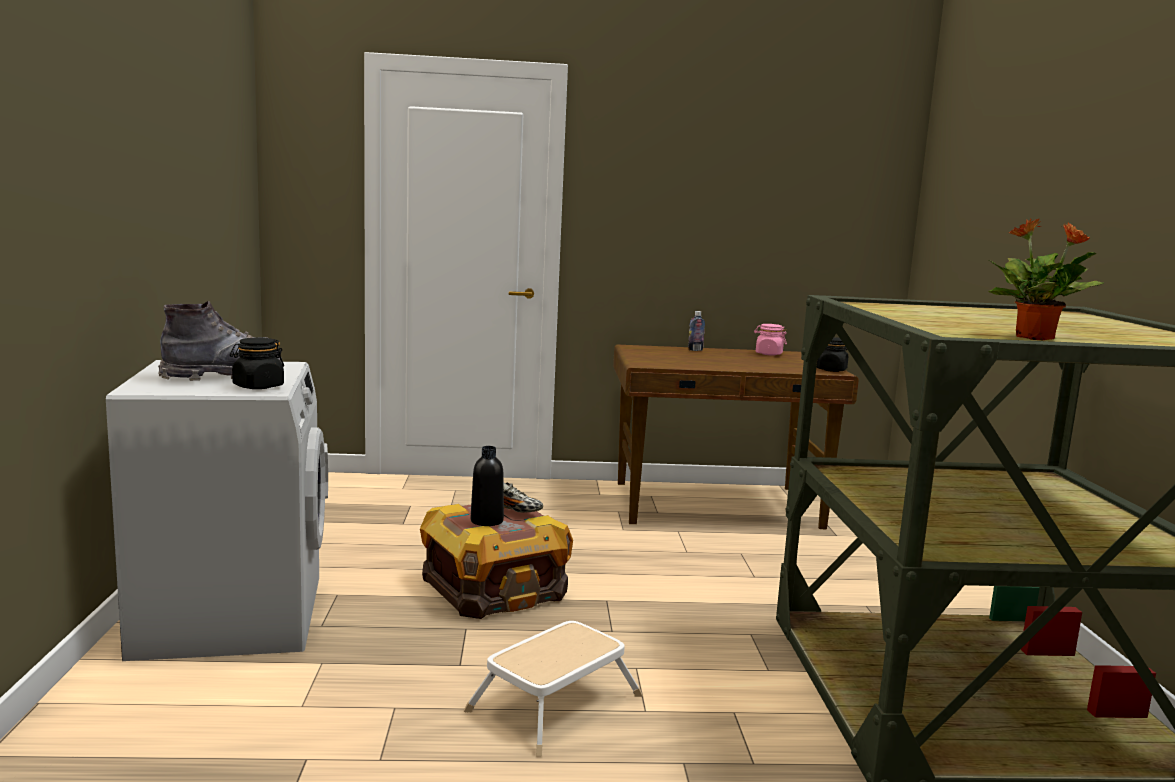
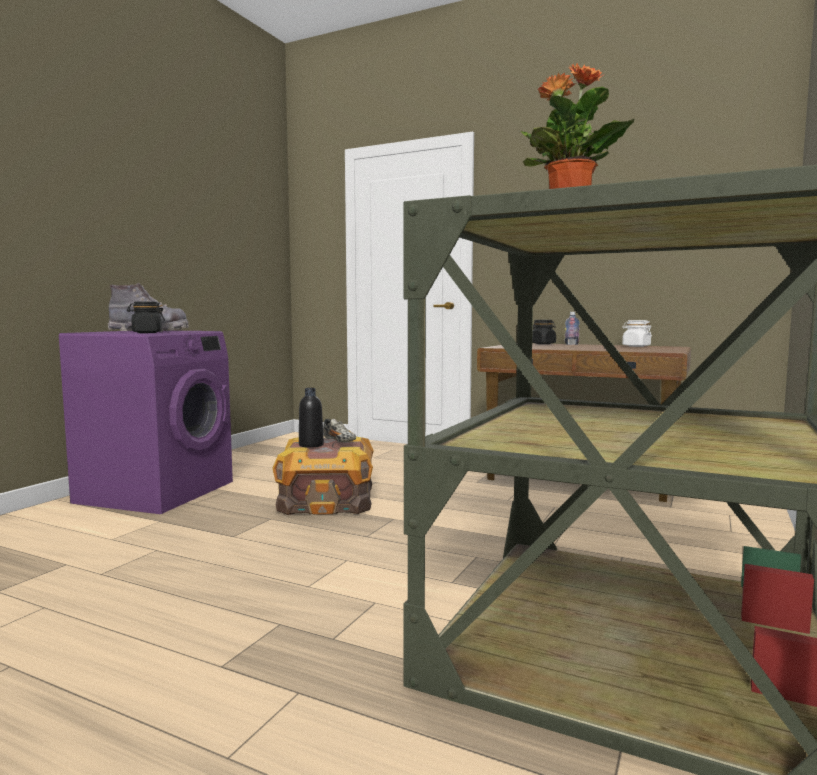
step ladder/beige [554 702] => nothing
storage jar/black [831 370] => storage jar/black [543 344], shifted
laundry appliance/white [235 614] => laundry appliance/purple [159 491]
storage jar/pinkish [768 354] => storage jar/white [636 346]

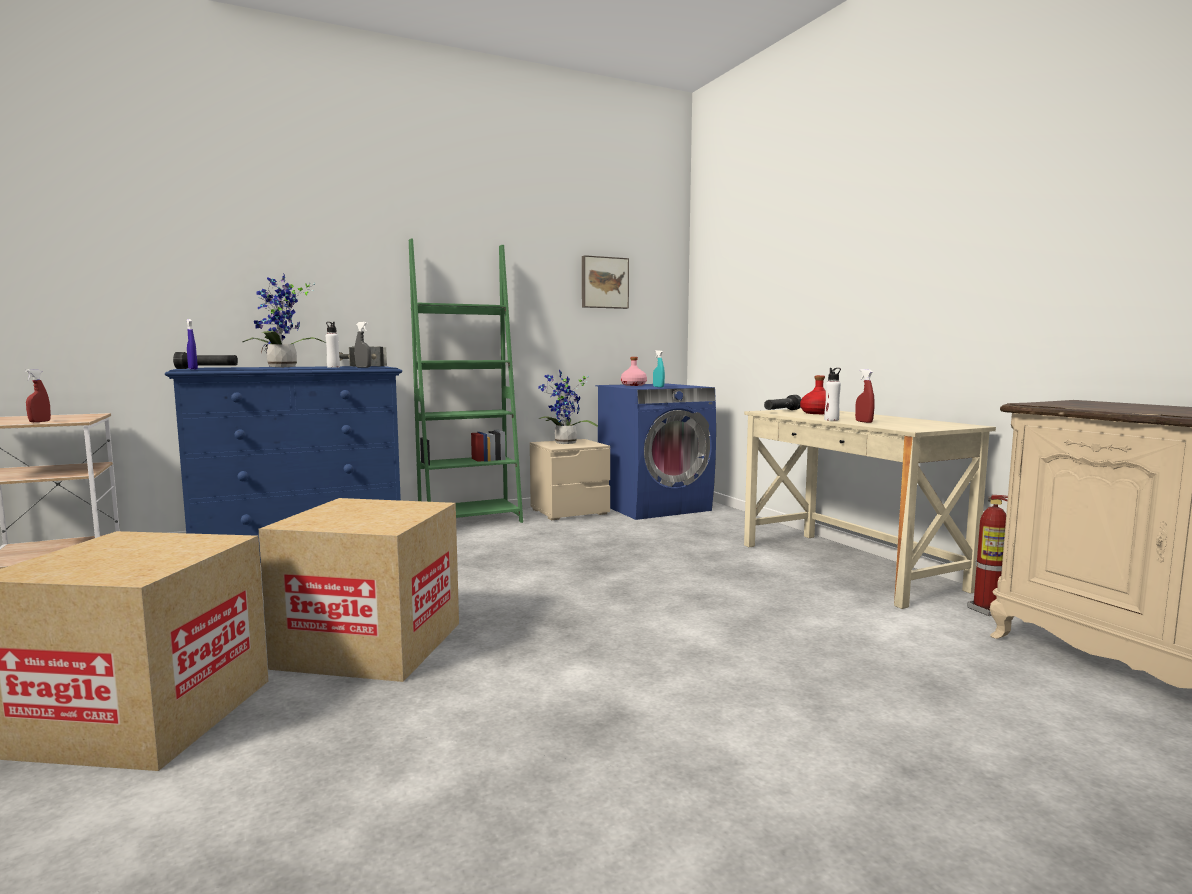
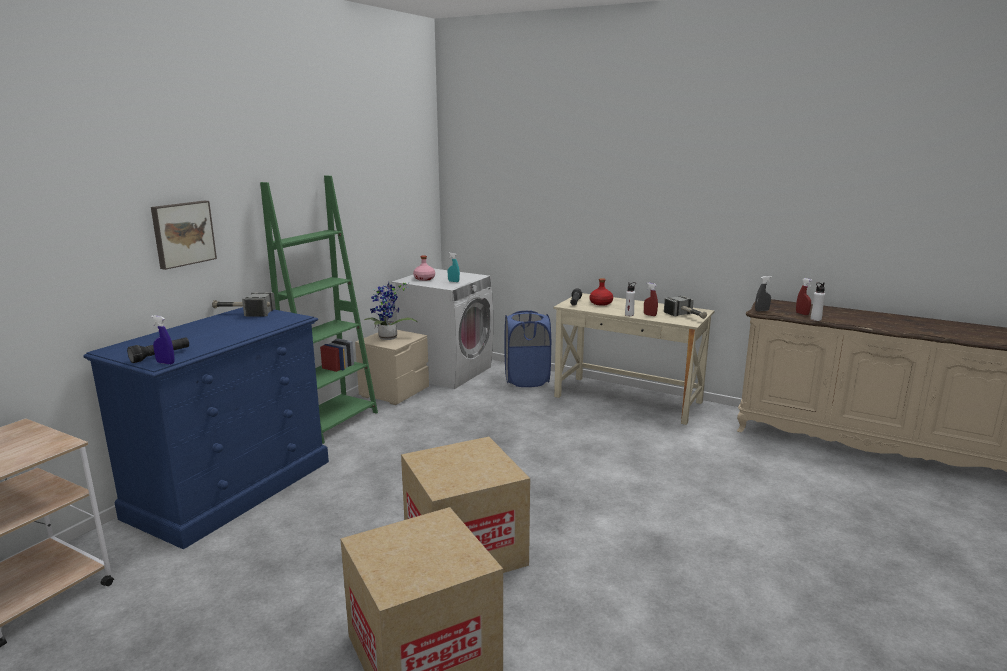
houseplant [283 367] => nothing
extinguisher [987 610] => nothing
nothing => laundry basket/bluish [527 380]
nothing => tool hammer [687 317]
hand sprayer/reddish [39 421] => hand sprayer/reddish [802 314], shifted
beverage bottle/white [333 367] => beverage bottle/white [815 319], shifted
hand sprayer/gray [363 367] => hand sprayer/gray [762 310], shifted
picture [604 282] => picture [182 233], shifted
laundry appliance/bluish [653 506] => laundry appliance/white [445 371]

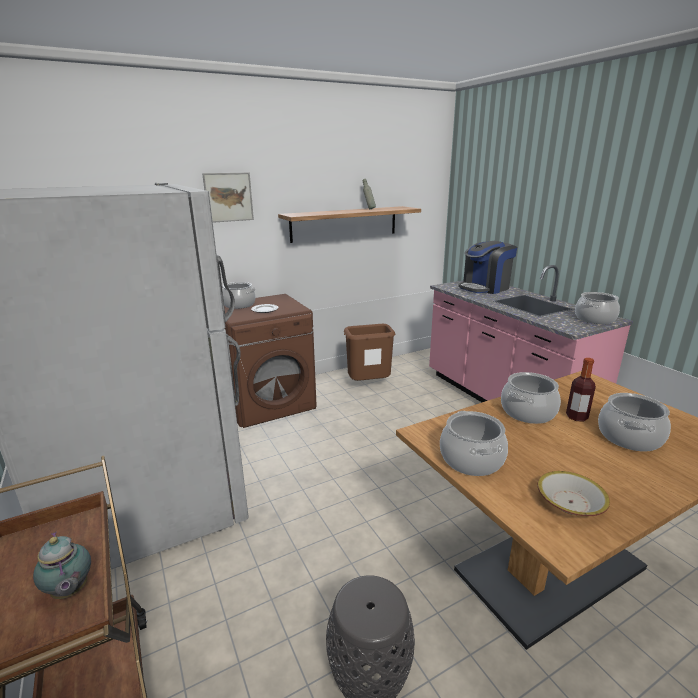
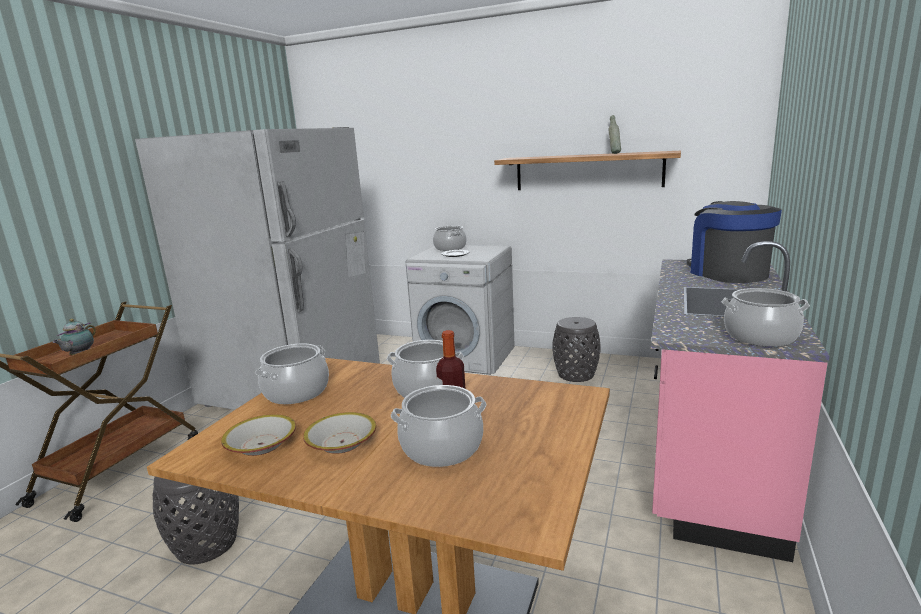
picture [228 197] => nothing
nothing => serving bowl [342 443]
waste bin/brownish [369 385] => stool/gray [576 374]
laundry appliance/brownish [270 403] => laundry appliance/white [465 357]
coffee machine [485 288] => coffee machine [727 273], 60 degrees clockwise

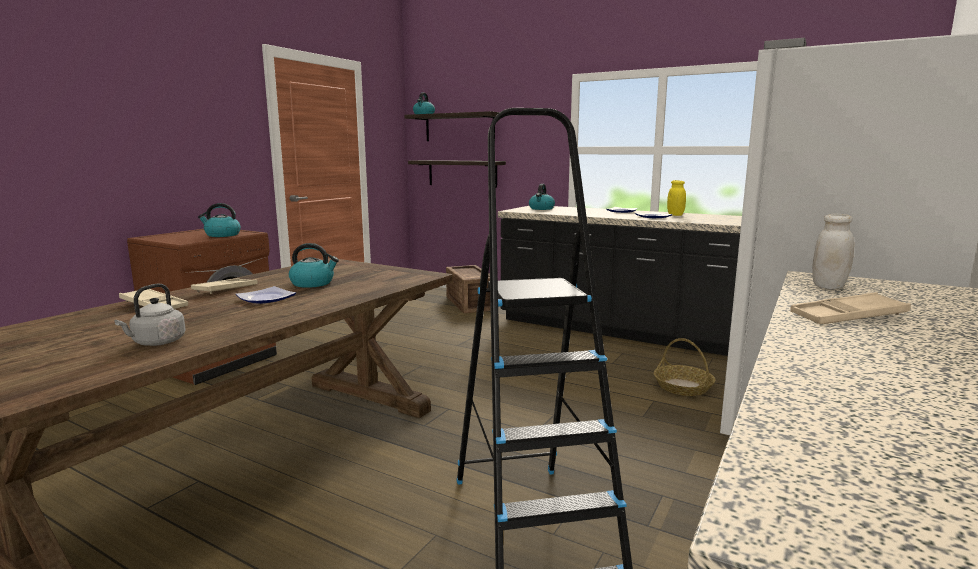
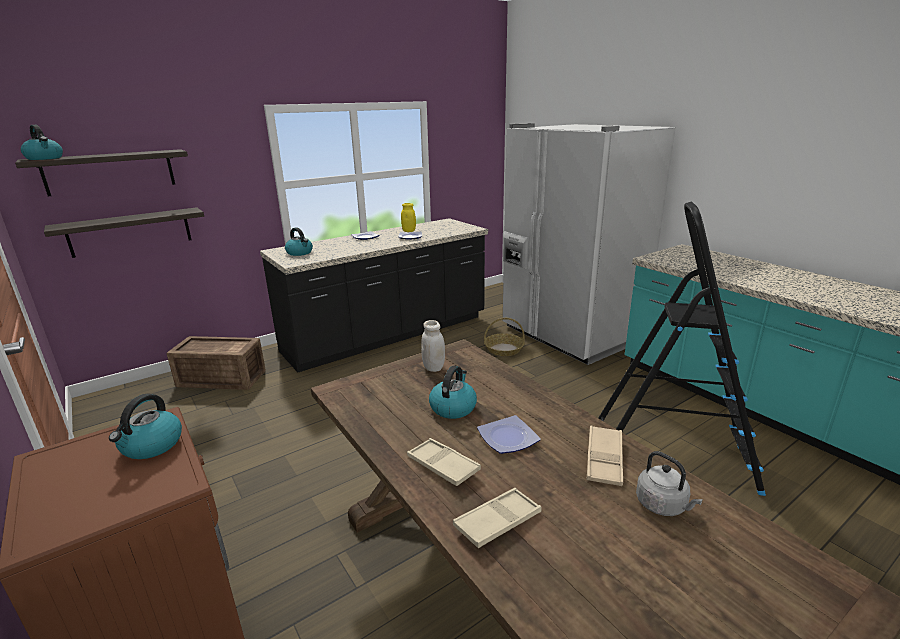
carrying tray/beige [847 316] => carrying tray/beige [604 459], shifted
storage jar/white [829 286] => storage jar/white [433 367], shifted

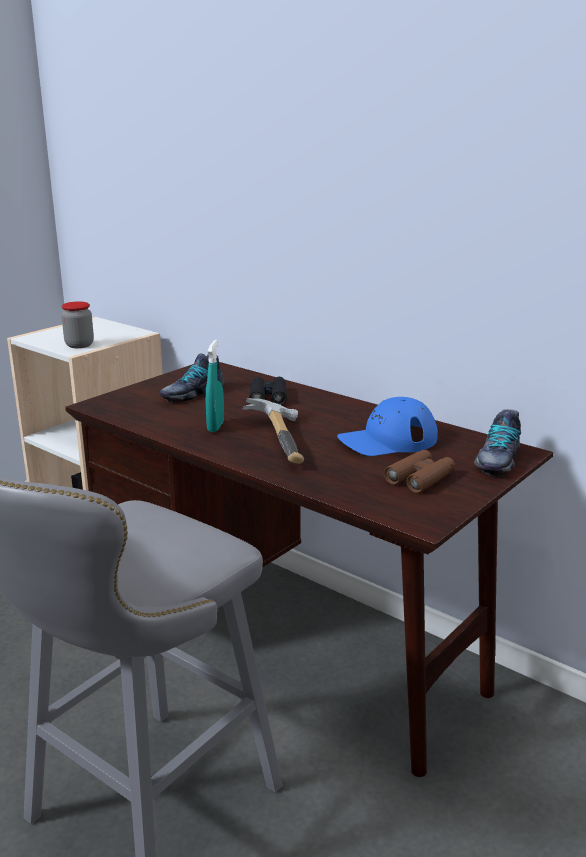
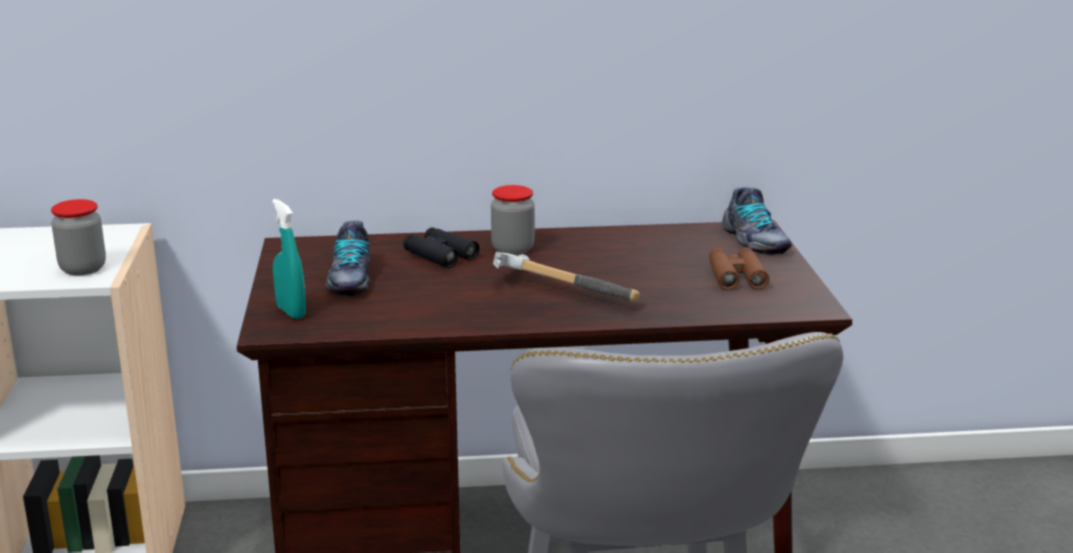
baseball cap/bluish [387 440] => nothing
nothing => storage jar [513 249]
hand sprayer/blue-green [215 426] => hand sprayer/blue-green [291 312], shifted

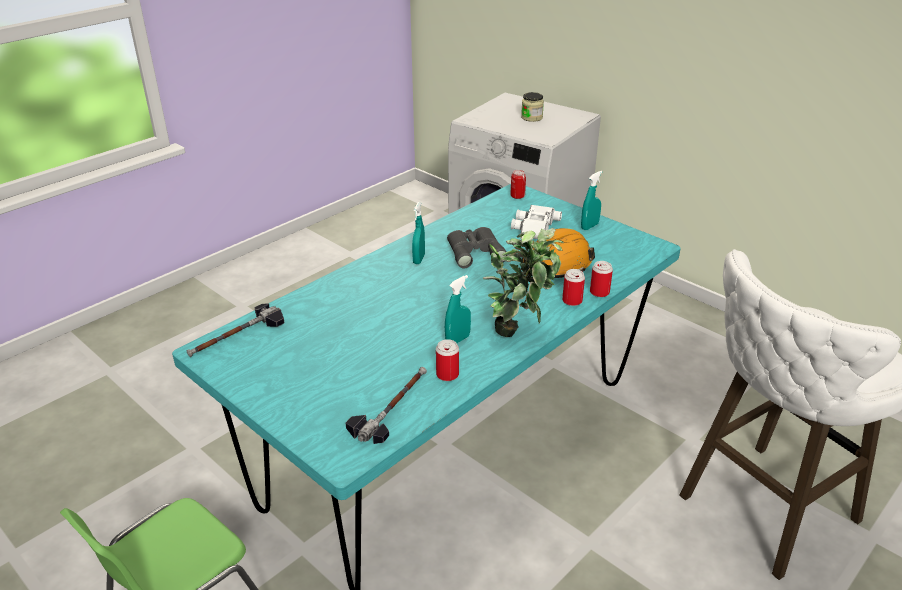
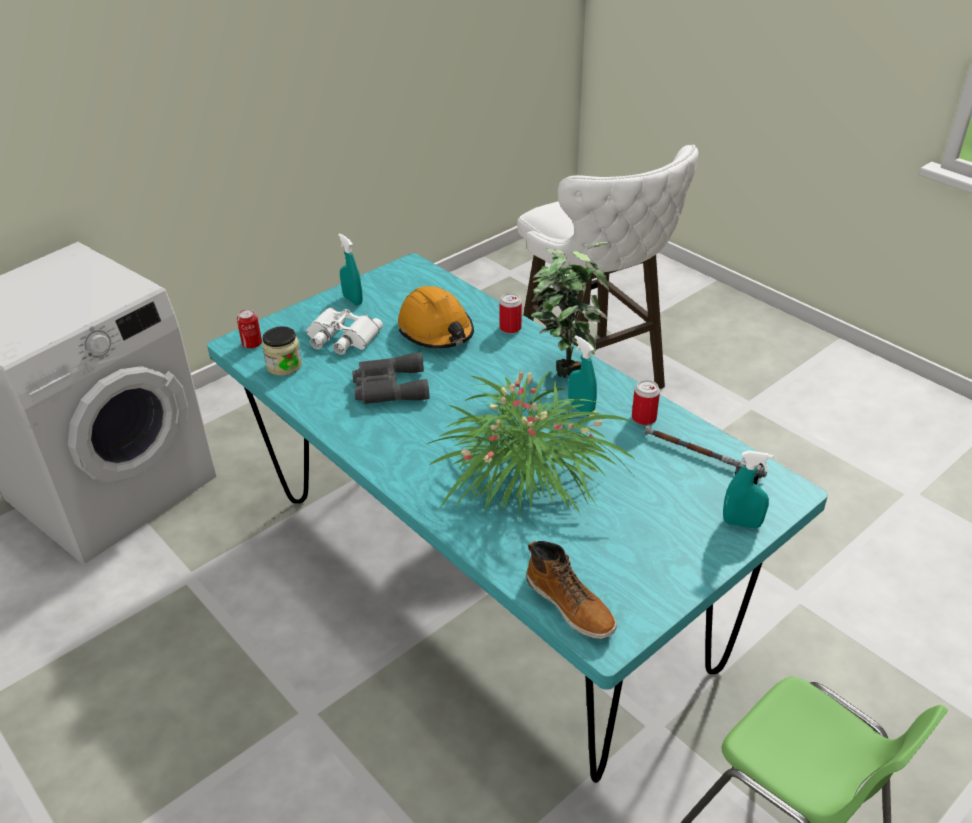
can [599 292] => nothing
nothing => houseplant [525 478]
hand sprayer/blue-green [419 259] => hand sprayer/blue-green [741 523], shifted
storage jar [531 117] => storage jar [284 366], shifted
tool hammer [237 336] => high-top boot [570 605]

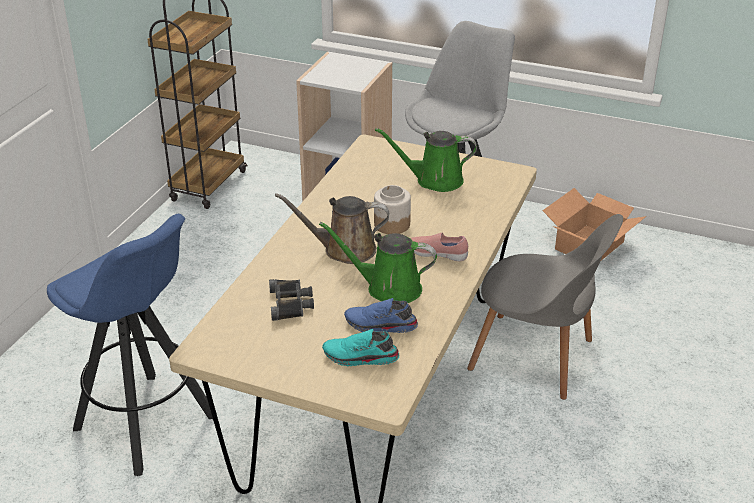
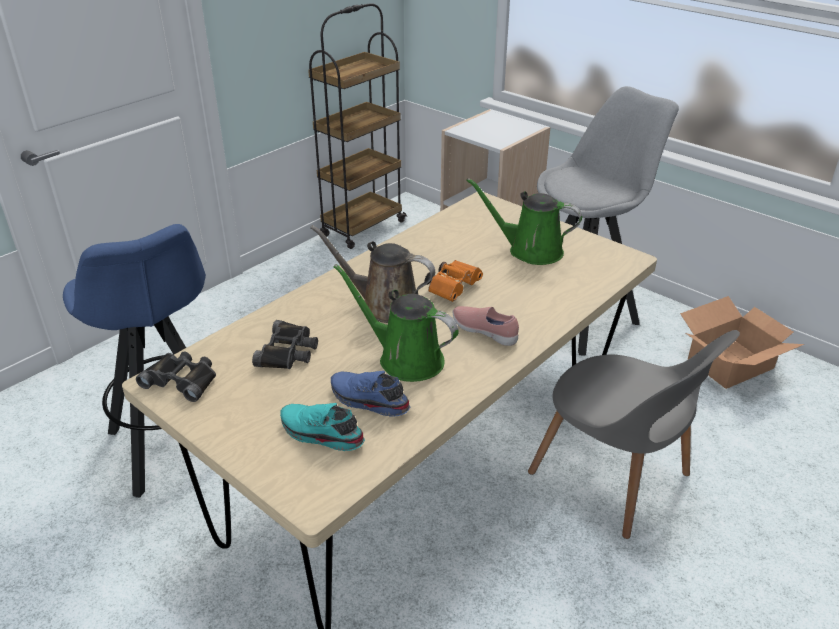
nothing => binoculars/black [182 380]
storage jar [391 224] => binoculars/orange [453 288]

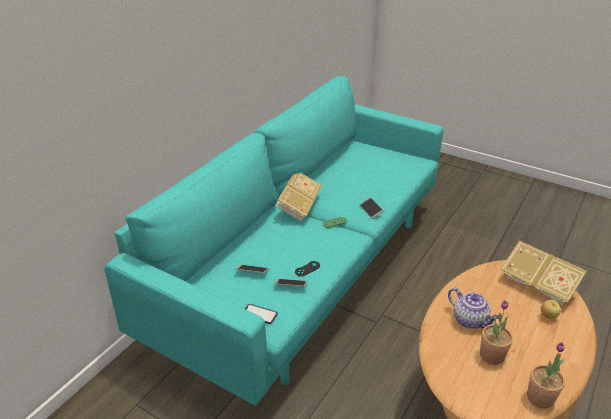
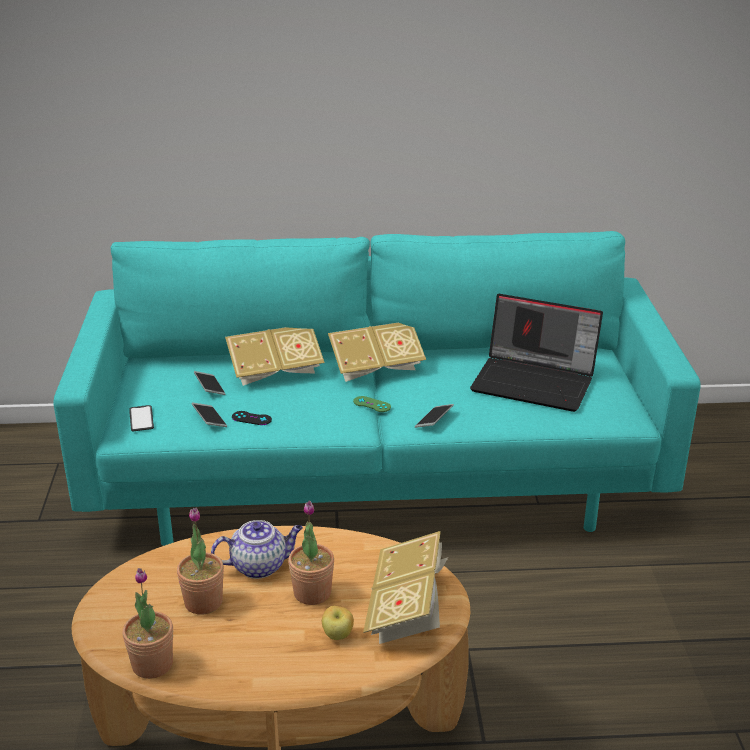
nothing => bound book [275 372]
nothing => houseplant [312 593]
nothing => notebook computer [535 381]
teapot [470 320] => teapot [260 566], 120 degrees counterclockwise

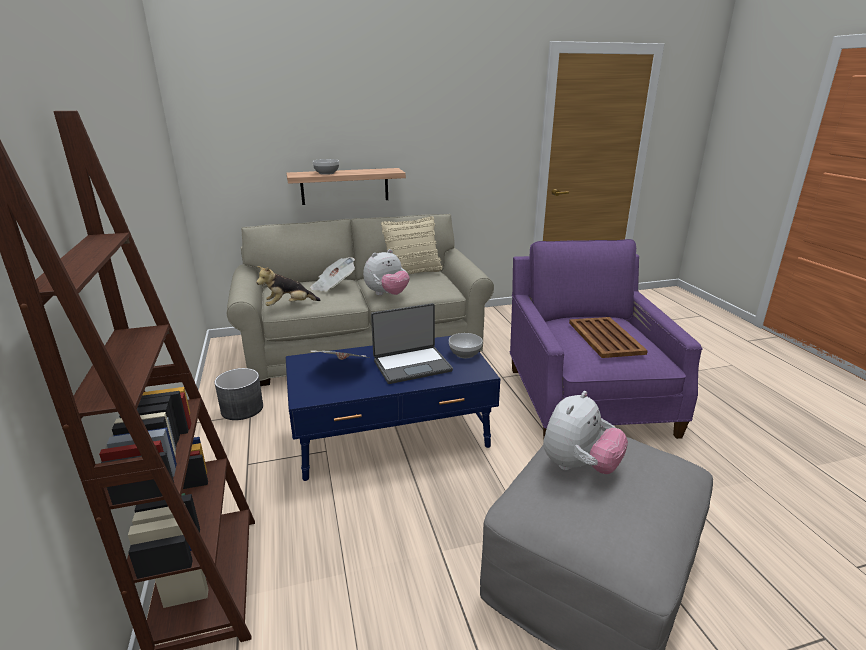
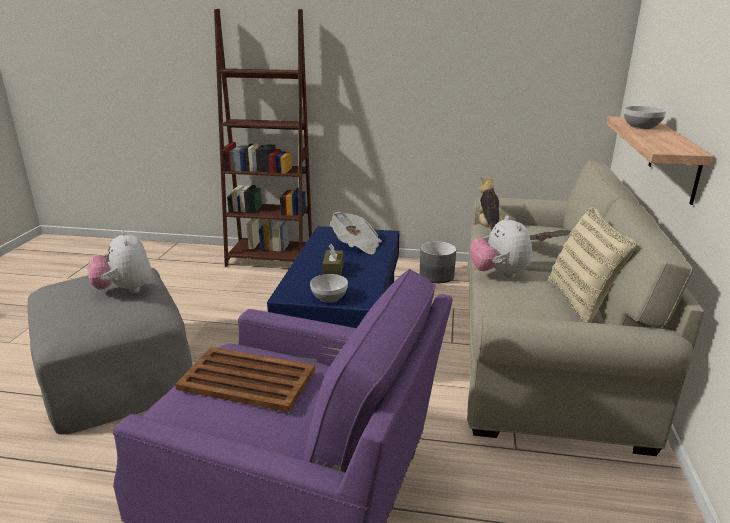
notebook computer [412 365] => box of tissues/brownish [333 270]

